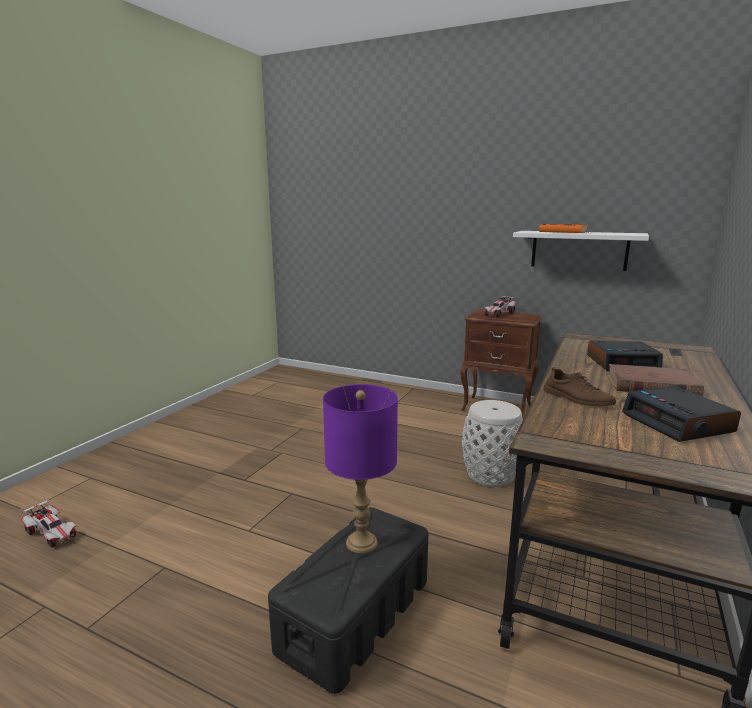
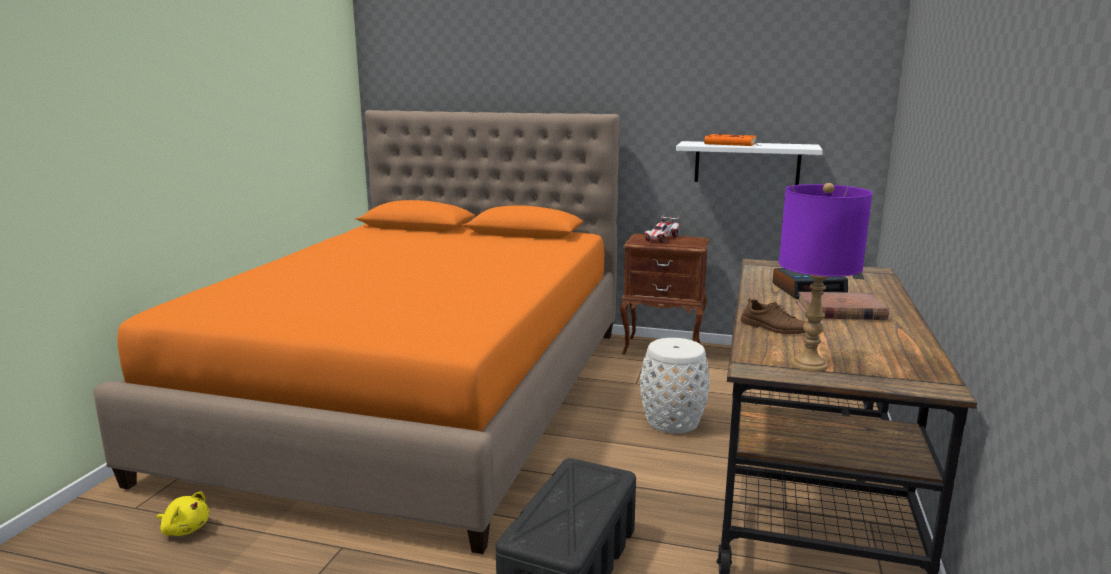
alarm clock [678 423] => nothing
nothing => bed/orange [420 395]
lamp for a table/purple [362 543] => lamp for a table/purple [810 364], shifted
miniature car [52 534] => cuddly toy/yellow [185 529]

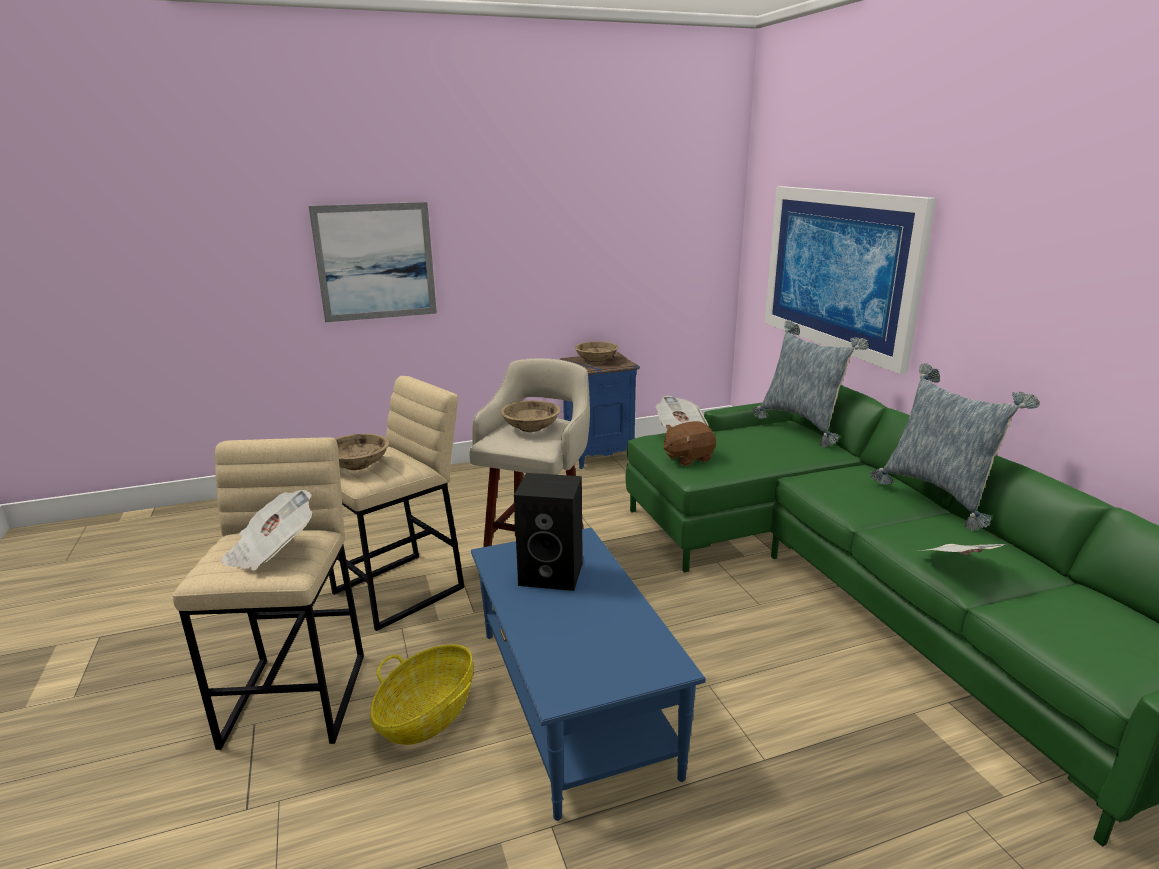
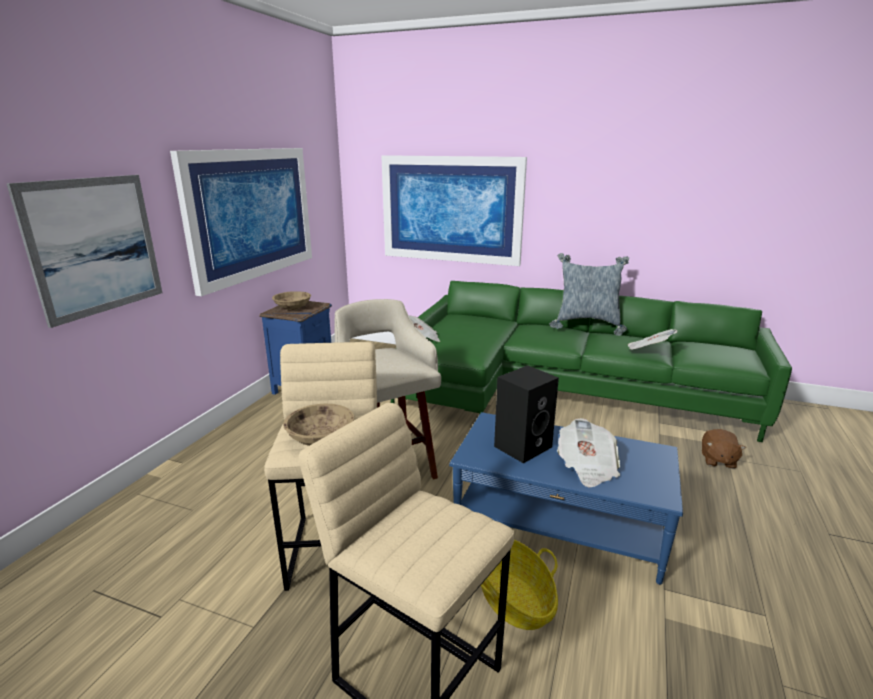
serving bowl/beige [531 427] => nothing
cushion [802 430] => nothing
nothing => picture [251 214]
daily paper [271 551] => daily paper [587 467], shifted
cuddly toy/brownish [687 458] => cuddly toy/brownish [717 460], shifted

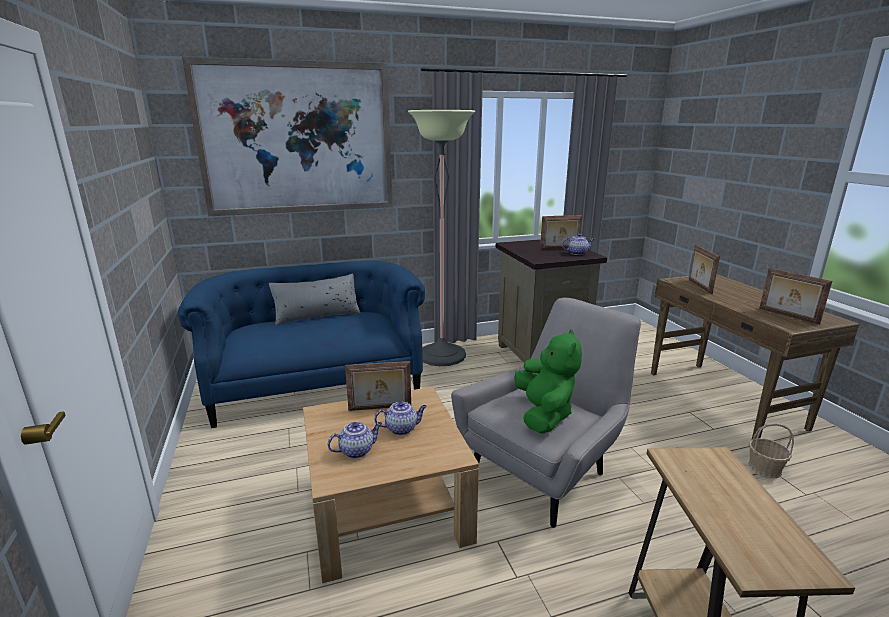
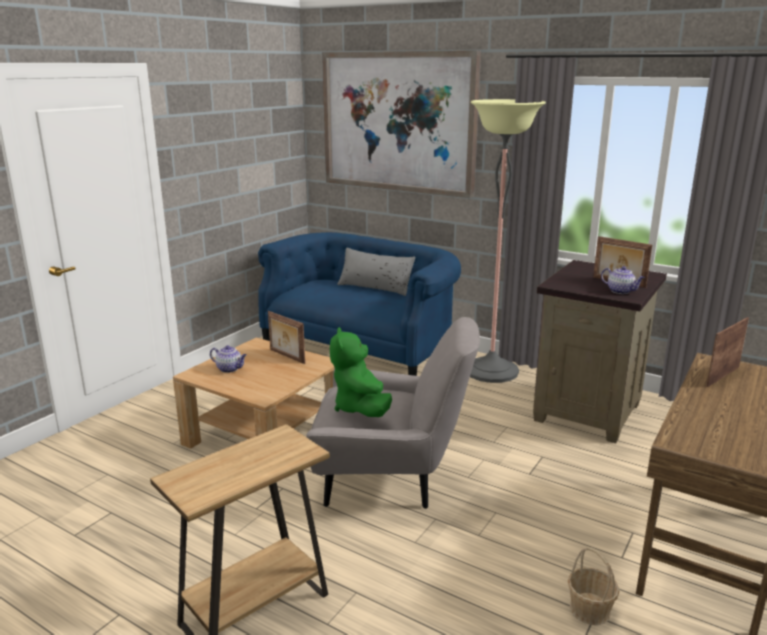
teapot [402 428] => nothing
standing frame [787 316] => nothing
cuddly toy/green [544 414] => cuddly toy/green [360 408], 120 degrees clockwise

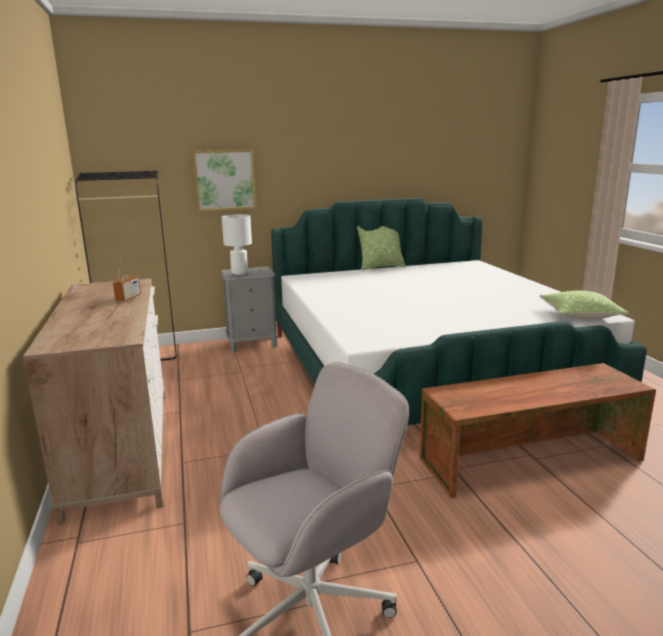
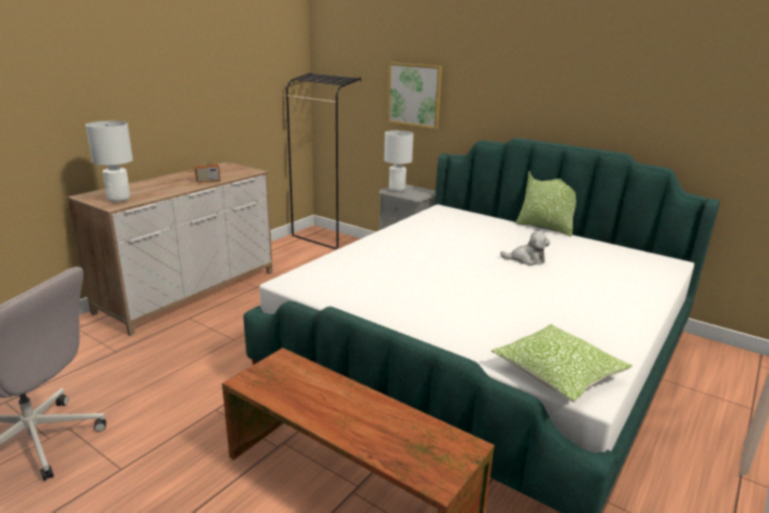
nothing => lamp for a table/white [119 200]
nothing => cuddly toy [526 260]

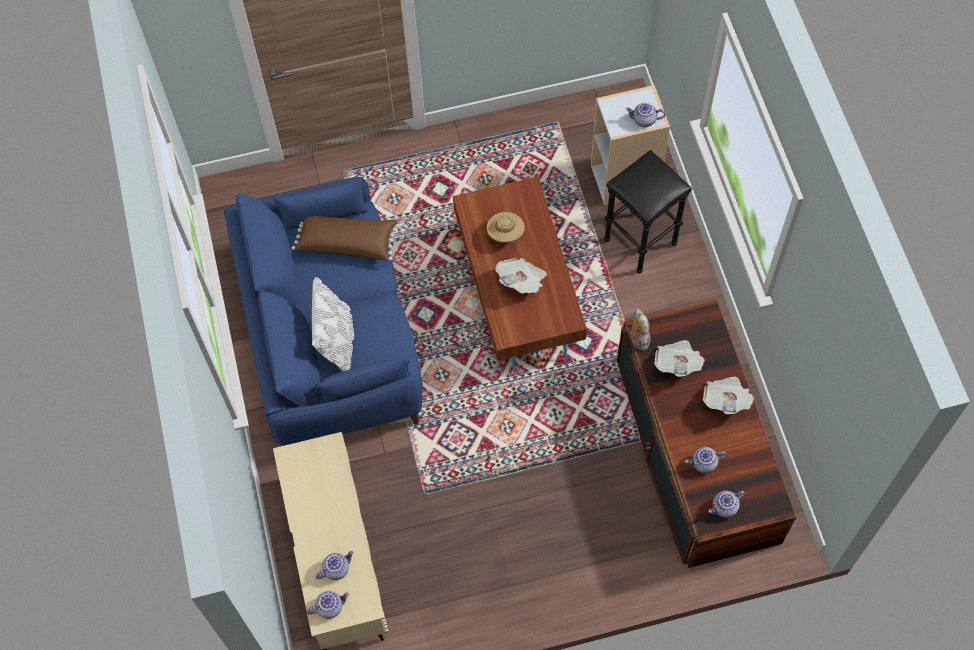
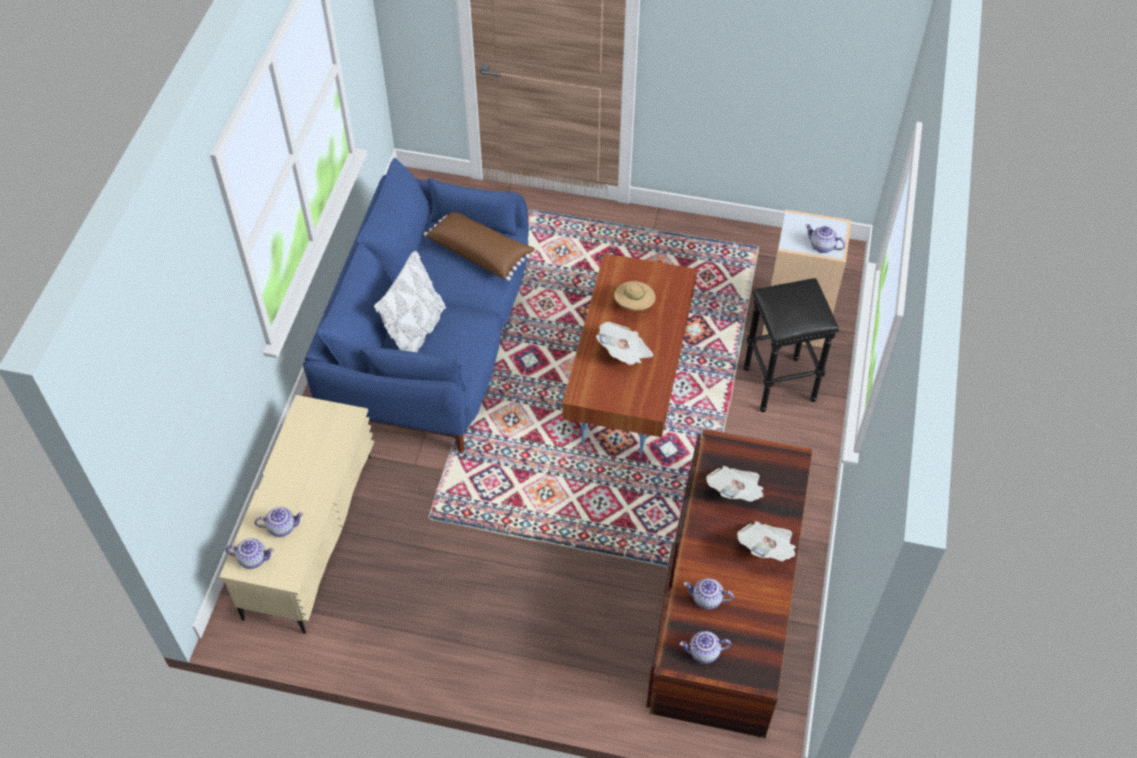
cuddly toy [637 339] => nothing

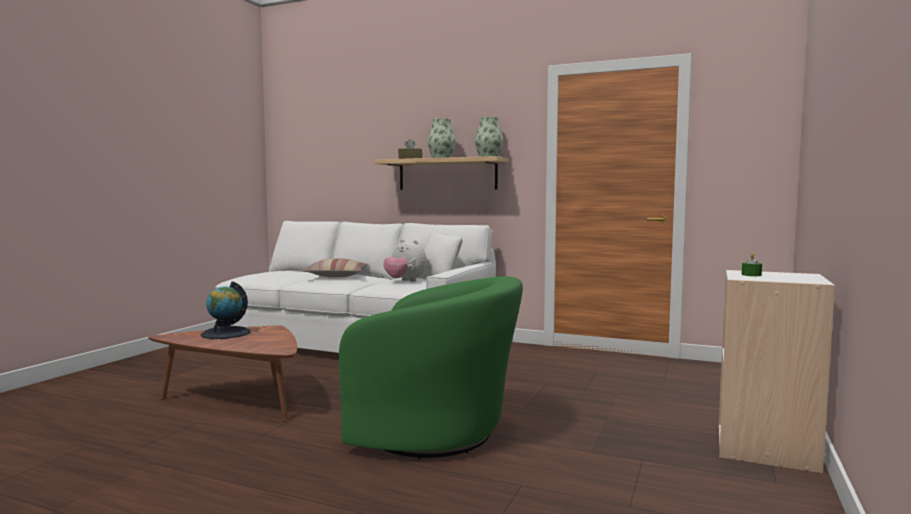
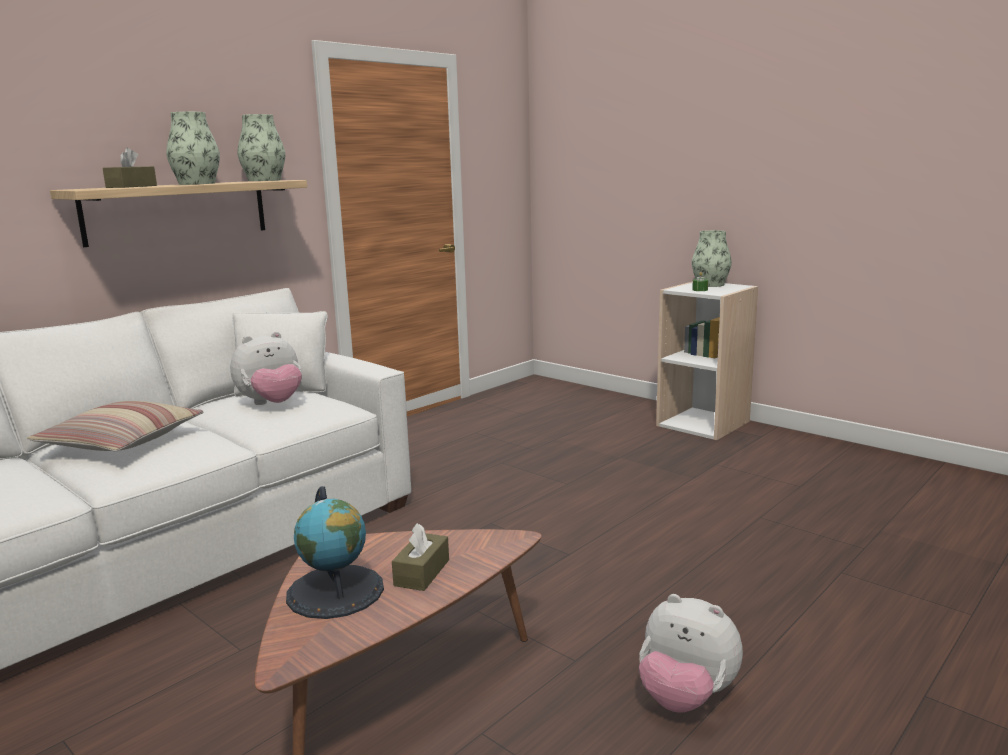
armchair/green [433 434] => nothing
nothing => box of tissues/brownish [422 572]
nothing => cuddly toy [685 697]
nothing => flower vase [710 284]

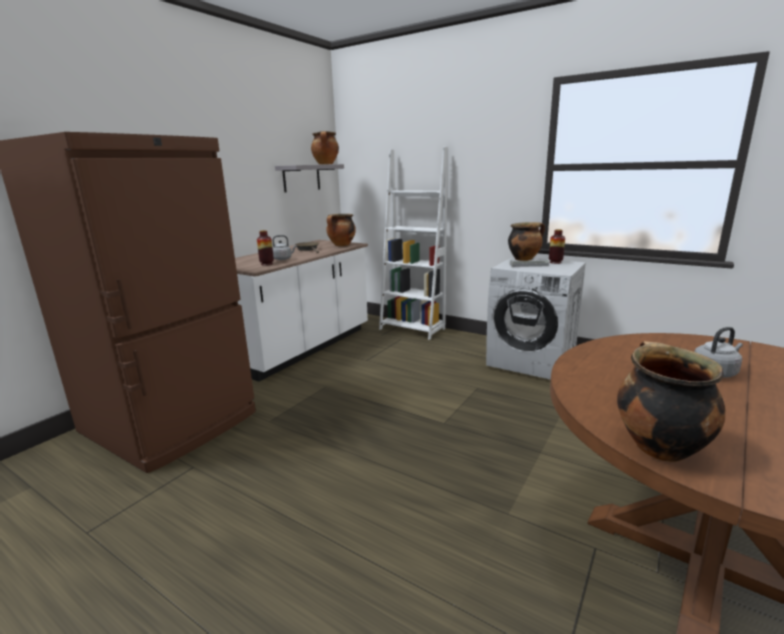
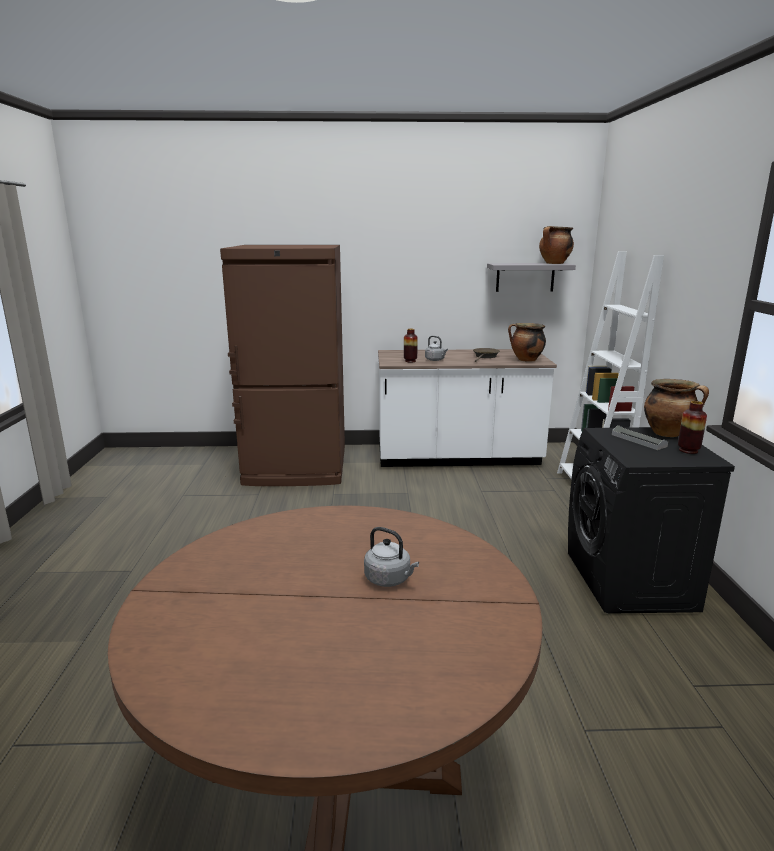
stockpot [657 446] => nothing
laundry appliance/white [531 364] => laundry appliance/black [629 583]

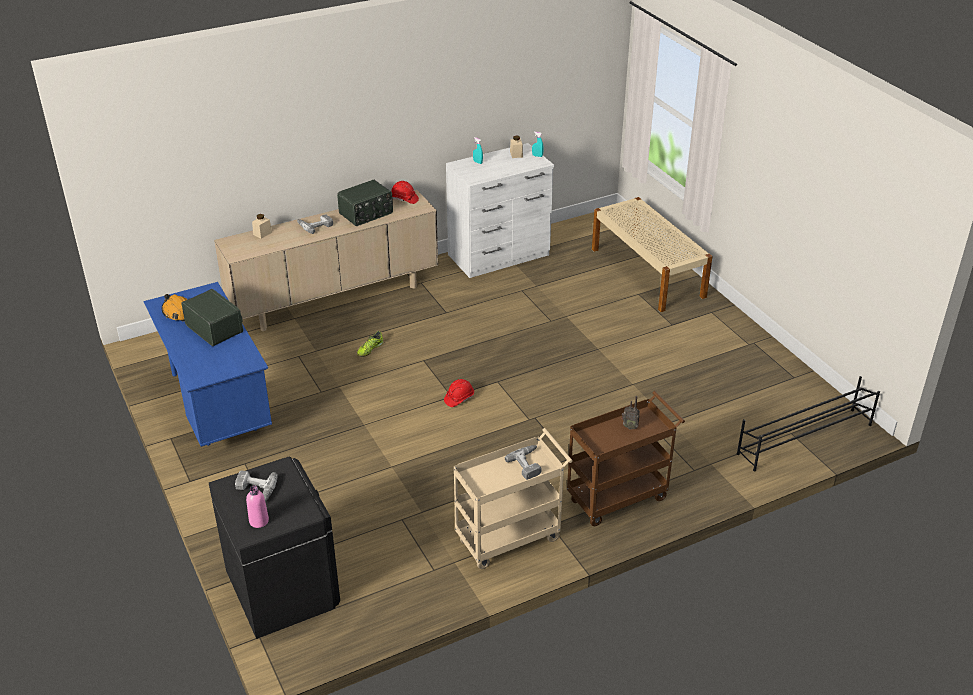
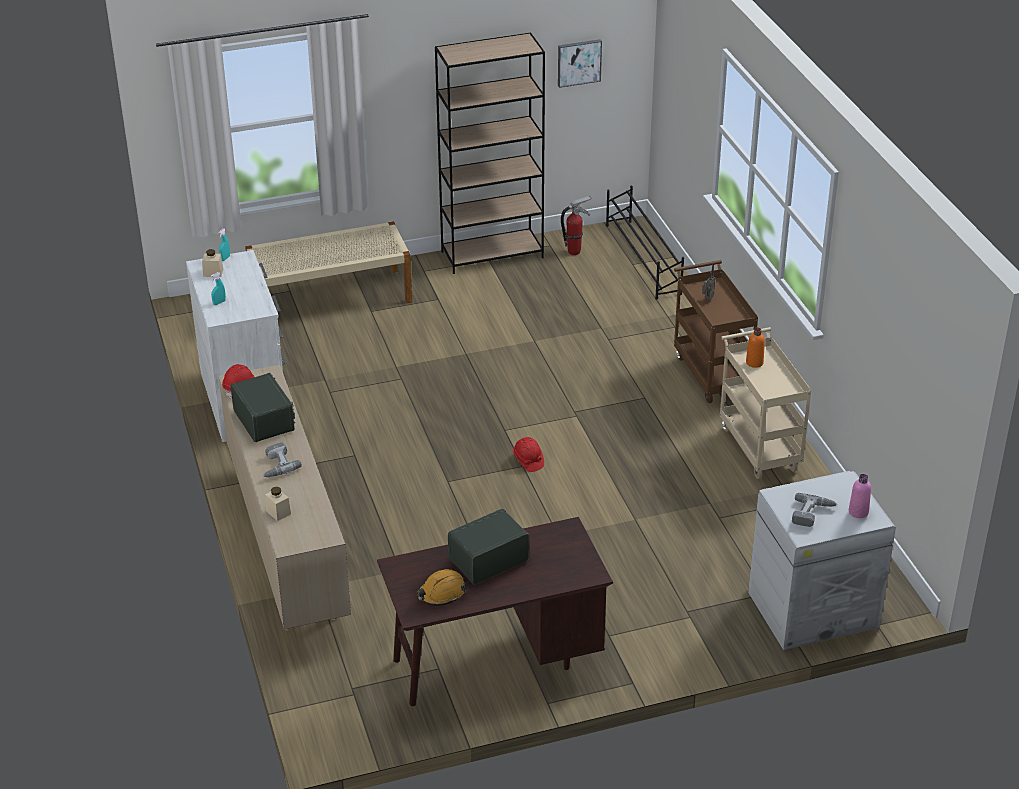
shoe [370 349] => nothing
nothing => bookshelf/beige [492 254]
nothing => picture [579 62]
nothing => extinguisher [574 252]
power drill [529 464] => beverage bottle/orange [754 362]
desk/bluish [216 407] => desk/brownish [495 661]
laundry appliance/black [283 586] => laundry appliance/white [809 606]

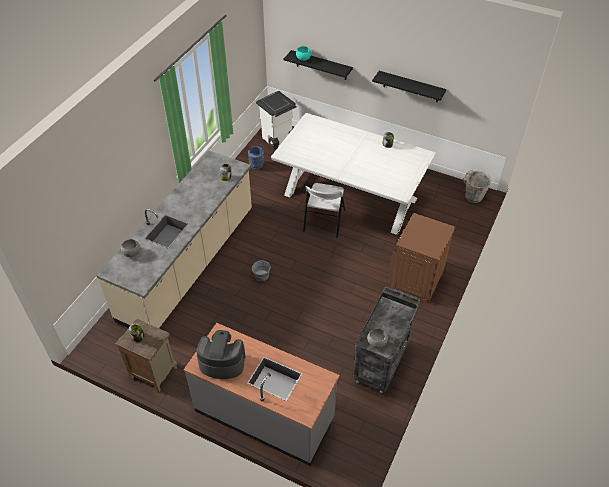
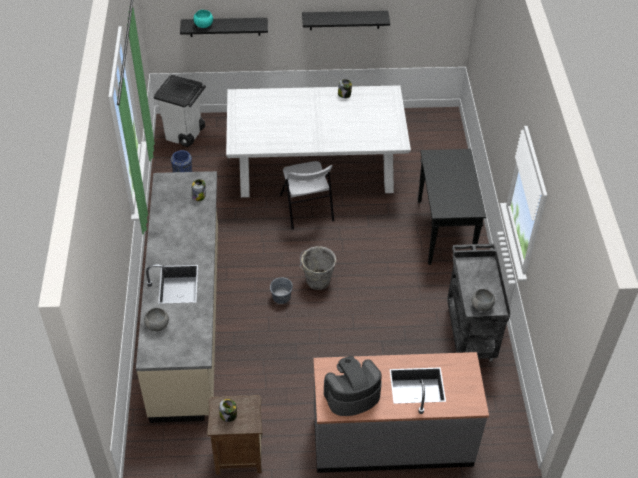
pail/gray [473 196] => pail/gray [317 281], shifted
laundry appliance/brownish [416 279] => console table/black [445 232]

